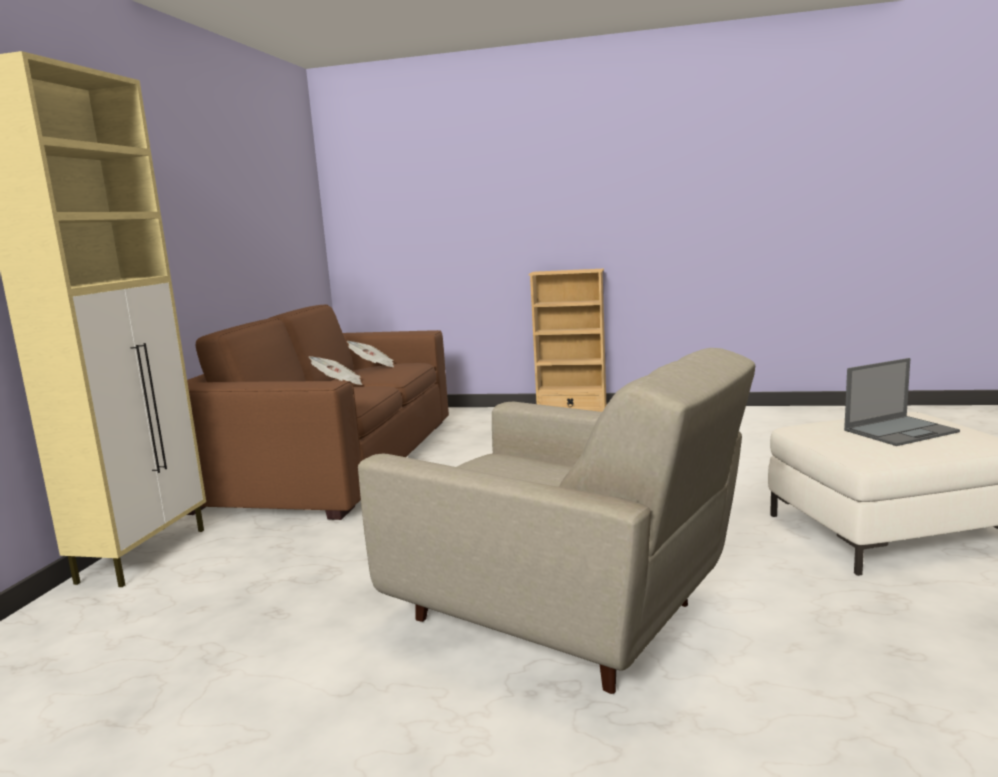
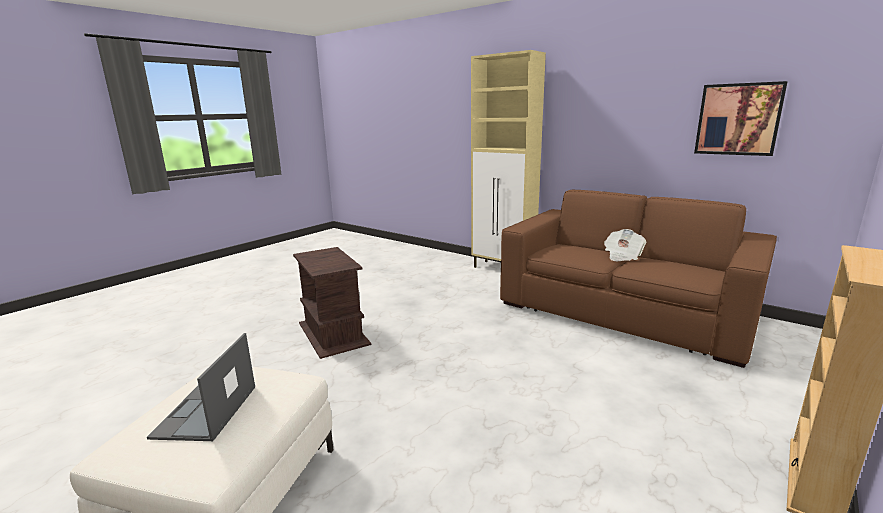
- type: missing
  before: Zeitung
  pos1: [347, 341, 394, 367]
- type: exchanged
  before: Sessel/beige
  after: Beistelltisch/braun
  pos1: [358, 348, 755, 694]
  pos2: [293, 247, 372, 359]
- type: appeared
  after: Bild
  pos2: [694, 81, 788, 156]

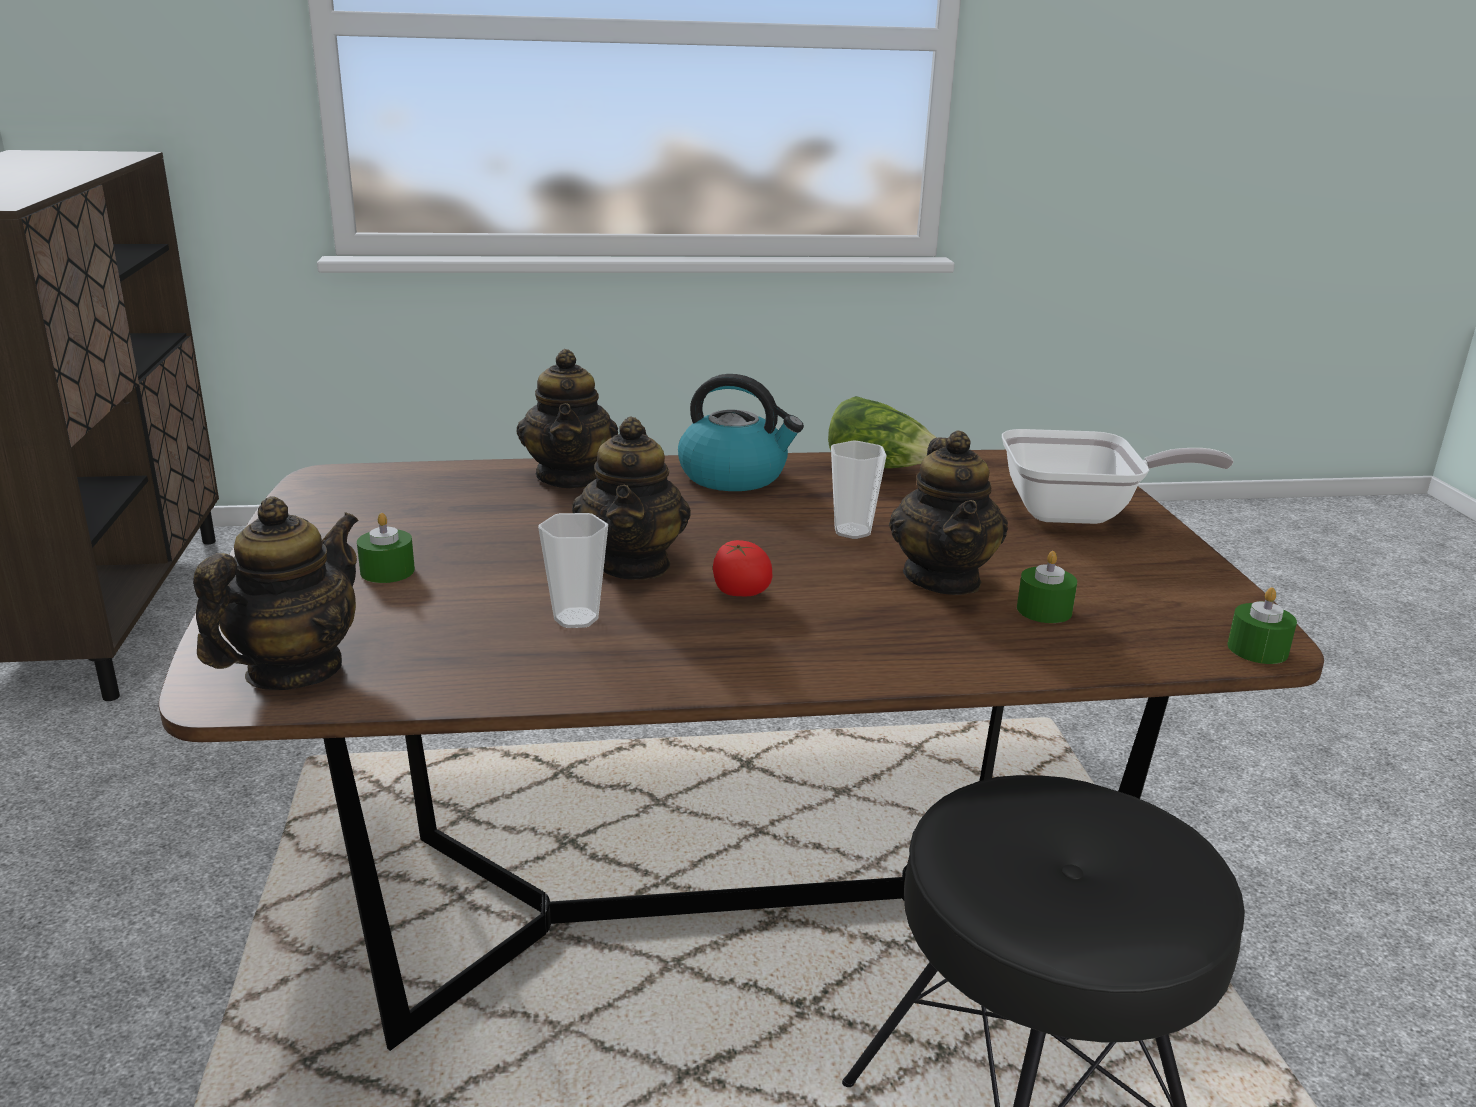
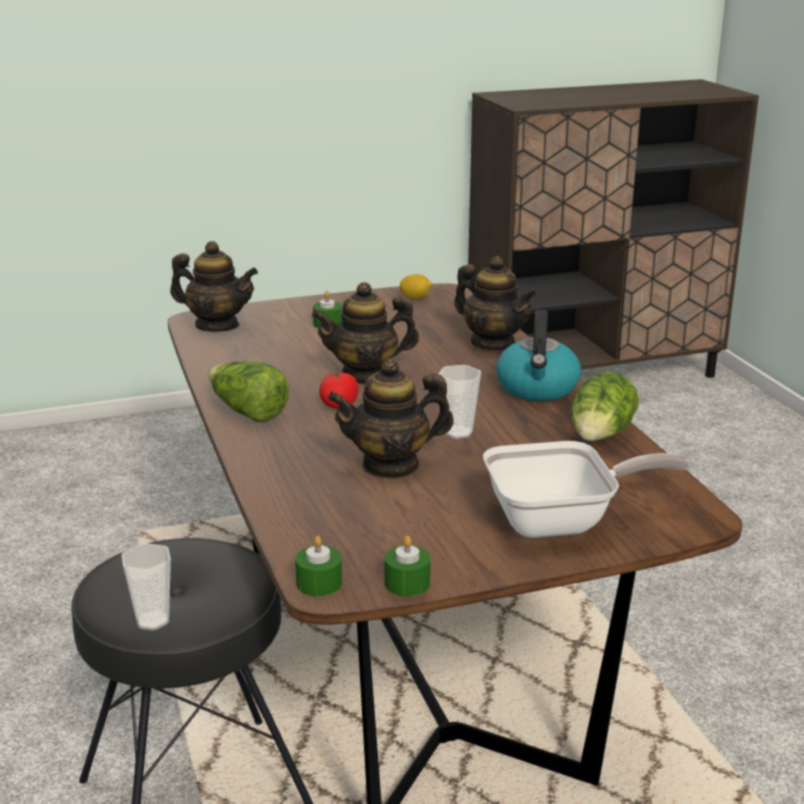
- type: spun
  before: Teekanne
  pos1: [517, 349, 618, 489]
  pos2: [454, 256, 537, 350]
  turn: -120
- type: relocated
  before: Tasse
  pos1: [538, 513, 608, 628]
  pos2: [121, 543, 171, 630]
- type: spun
  before: Pfanne
  pos1: [1002, 429, 1234, 524]
  pos2: [483, 441, 690, 538]
  turn: -90
- type: relocated
  before: Kerze/grün
  pos1: [1017, 551, 1077, 623]
  pos2: [384, 536, 431, 596]
- type: appeared
  after: Salatkopf
  pos2: [208, 361, 289, 422]
- type: appeared
  after: Zitrone
  pos2: [400, 274, 432, 299]

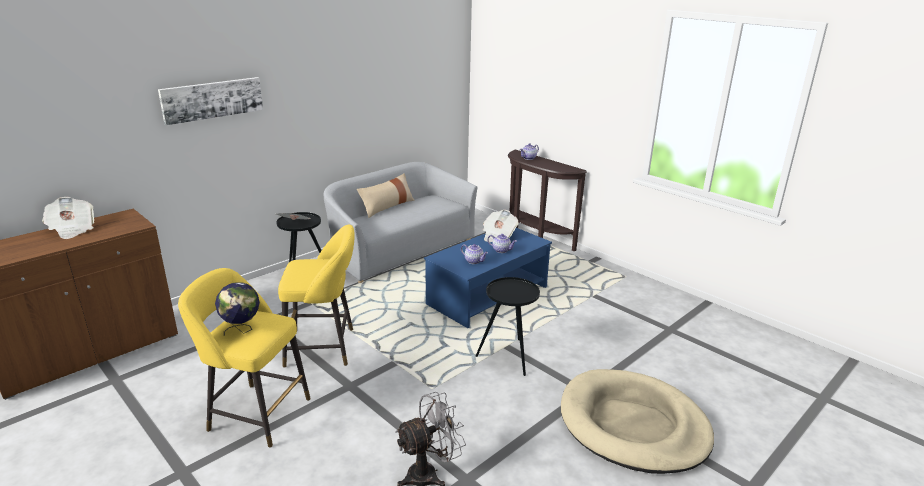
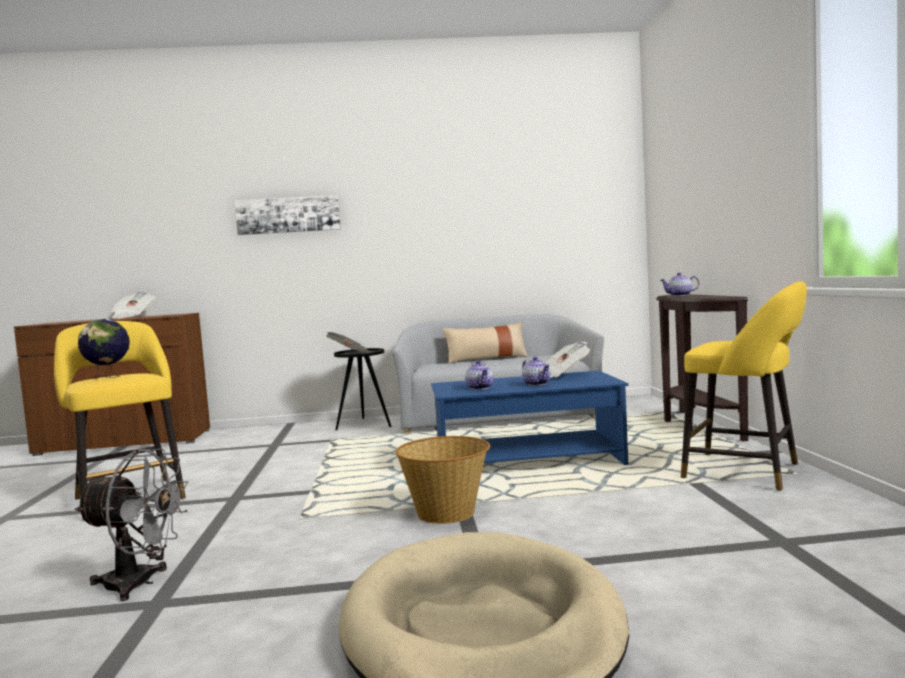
- type: relocated
  before: Hocker/gelb
  pos1: [278, 225, 355, 367]
  pos2: [681, 281, 807, 491]
- type: exchanged
  before: Beistelltisch/schwarz
  after: Korb
  pos1: [476, 277, 540, 376]
  pos2: [395, 436, 490, 524]

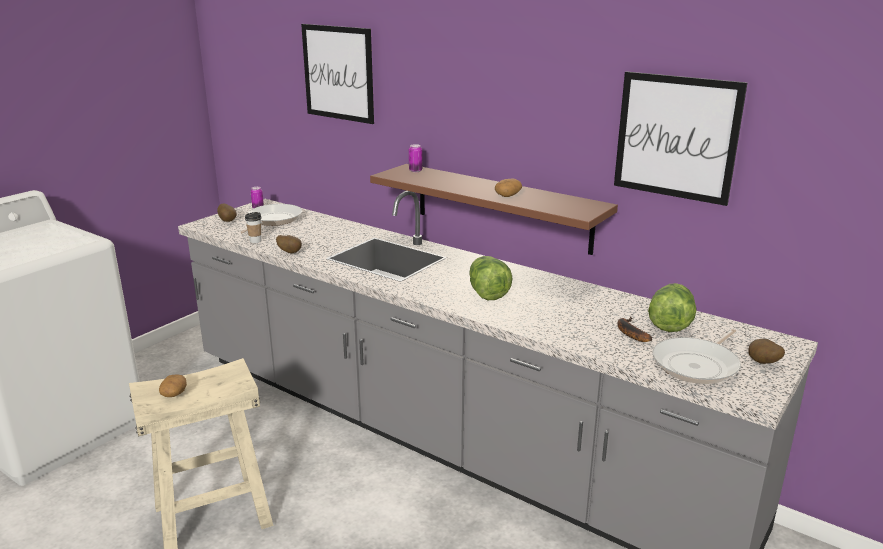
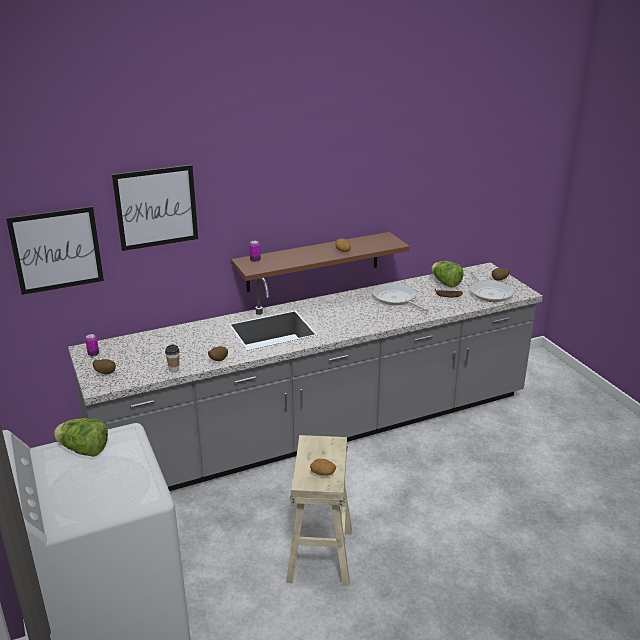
- type: relocated
  before: Pfanne
  pos1: [240, 204, 302, 233]
  pos2: [373, 283, 429, 312]
- type: relocated
  before: Salatkopf
  pos1: [469, 256, 512, 300]
  pos2: [54, 418, 108, 457]
- type: relocated
  before: Bild
  pos1: [614, 71, 748, 206]
  pos2: [6, 206, 104, 295]

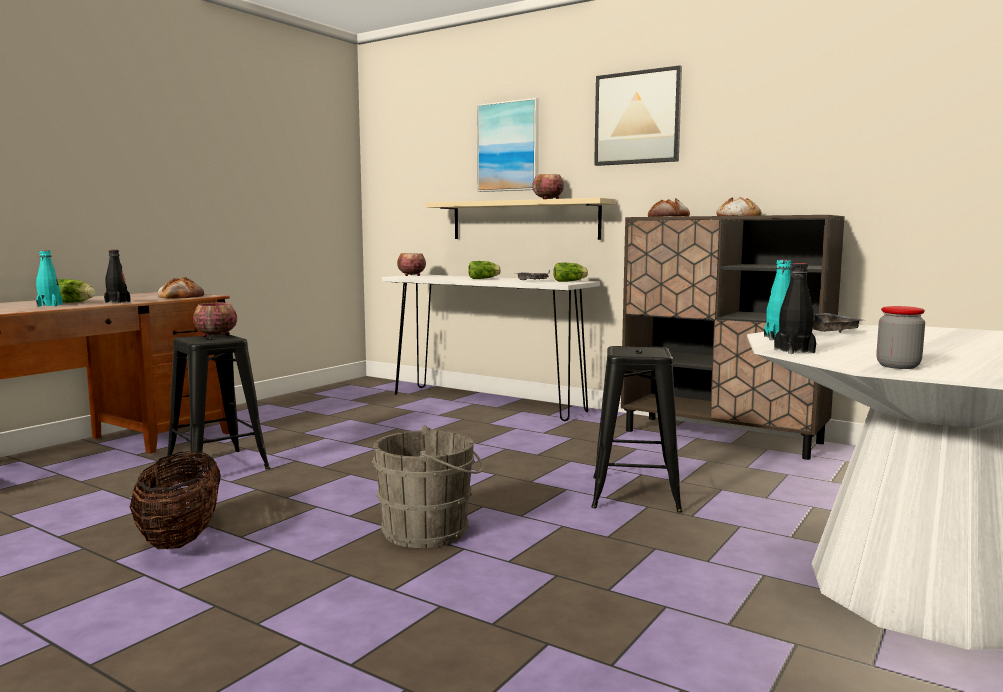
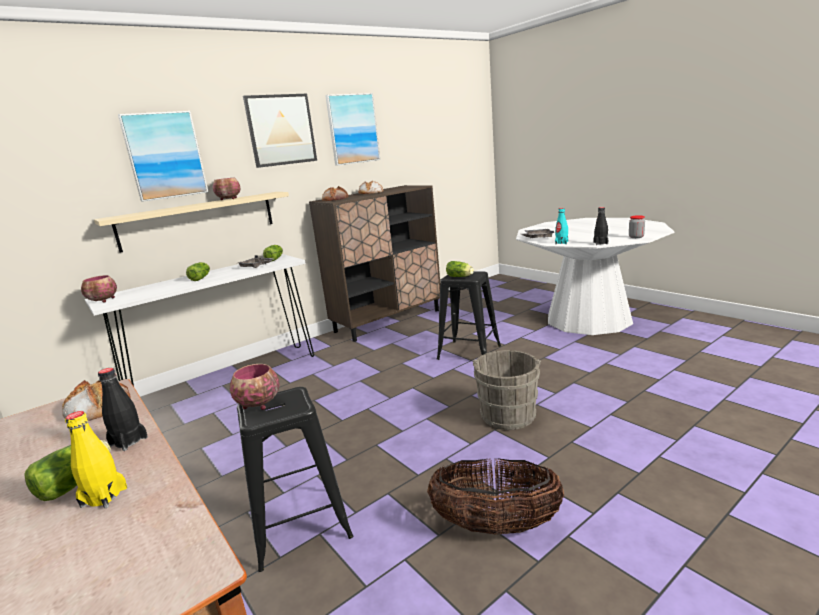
- type: colour
  before: Flasche/türkis
  after: Flasche/gelb
  pos1: [36, 251, 63, 307]
  pos2: [65, 411, 127, 508]
- type: appeared
  after: Bild
  pos2: [325, 93, 380, 166]
- type: appeared
  after: Salatkopf
  pos2: [446, 261, 474, 277]

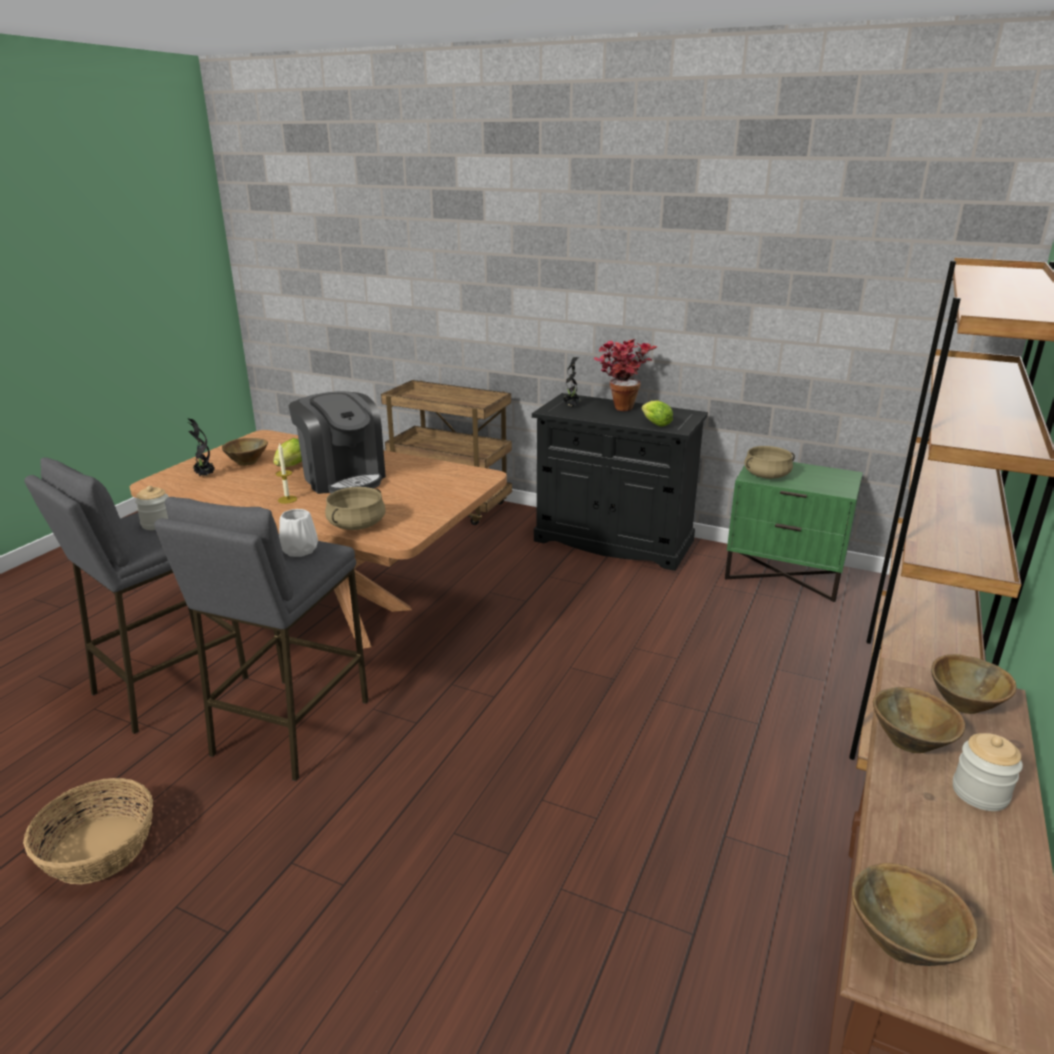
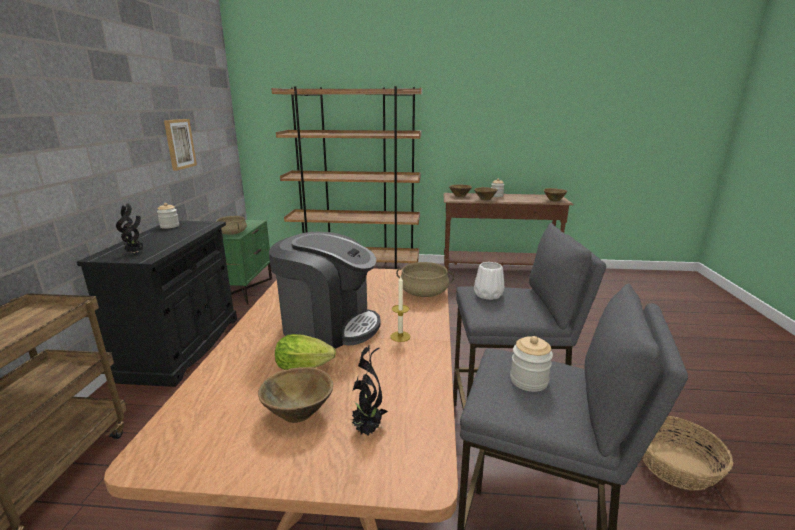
- type: spun
  before: Kaffeemaschine
  pos1: [288, 391, 386, 494]
  pos2: [269, 232, 381, 349]
  turn: 75
- type: missing
  before: Topfpflanze
  pos1: [593, 339, 657, 411]
- type: missing
  before: Salatkopf
  pos1: [642, 400, 673, 427]
- type: appeared
  after: Vorratsglas
  pos2: [157, 203, 179, 229]
- type: appeared
  after: Bild
  pos2: [164, 119, 197, 171]

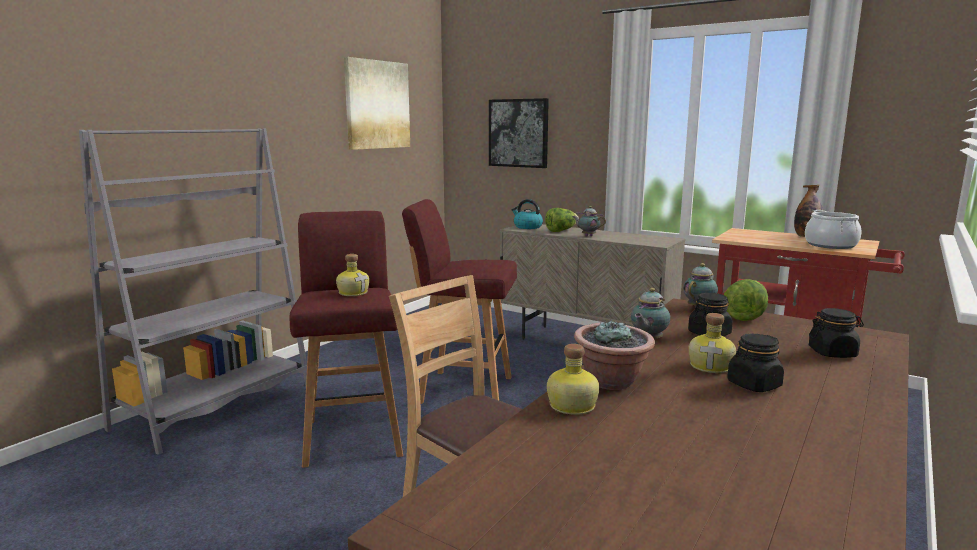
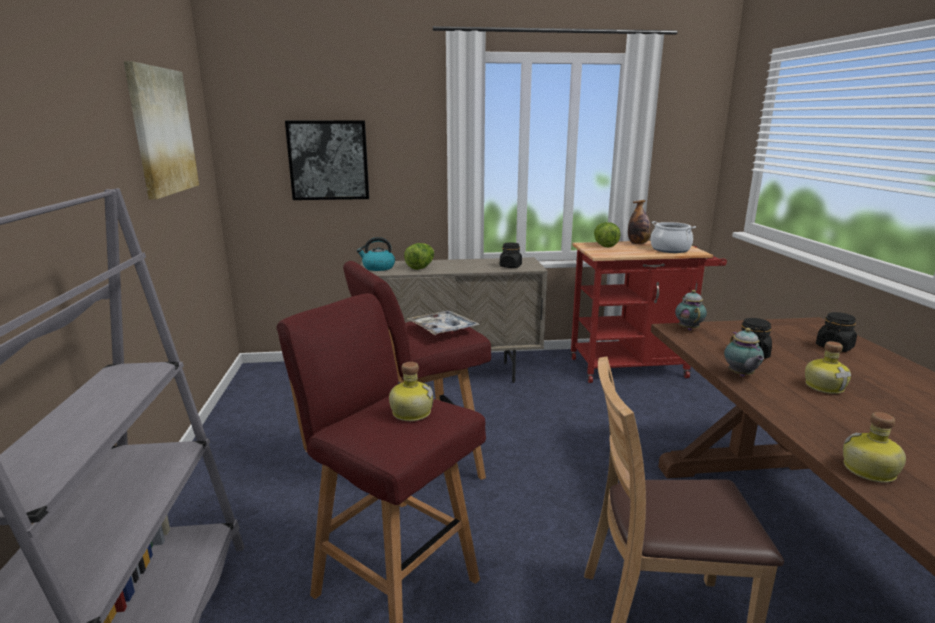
- type: missing
  before: Teekanne
  pos1: [573, 206, 606, 236]
- type: missing
  before: Topfpflanze
  pos1: [574, 319, 655, 390]
- type: relocated
  before: Salatkopf
  pos1: [724, 279, 768, 321]
  pos2: [594, 222, 621, 247]
- type: relocated
  before: Vorratsglas/schwarz
  pos1: [727, 334, 784, 392]
  pos2: [500, 242, 522, 268]
- type: appeared
  after: Tablett
  pos2: [407, 310, 480, 335]

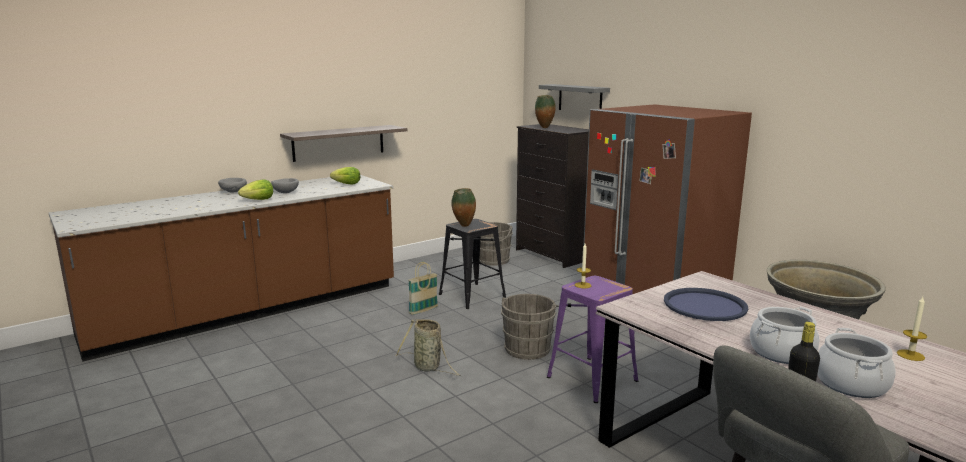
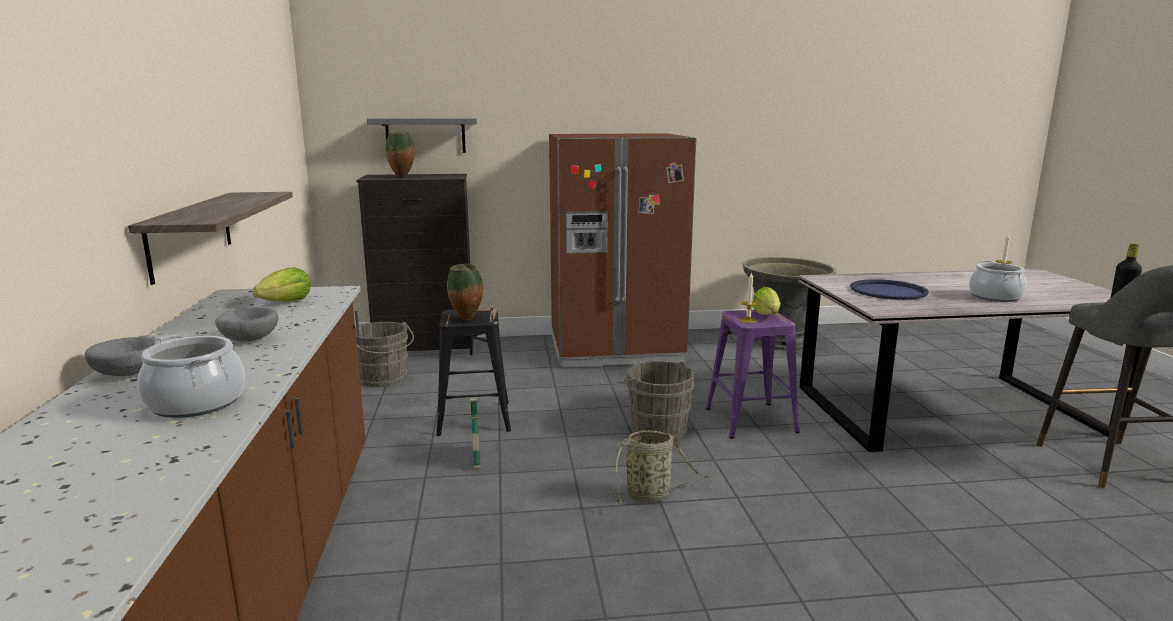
- type: relocated
  before: Salatkopf
  pos1: [238, 179, 273, 200]
  pos2: [752, 287, 781, 315]
- type: relocated
  before: Kochtopf
  pos1: [817, 328, 896, 398]
  pos2: [137, 334, 245, 418]

